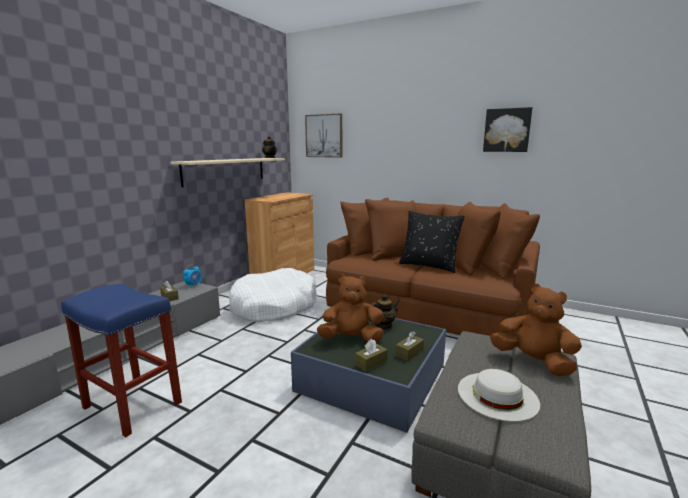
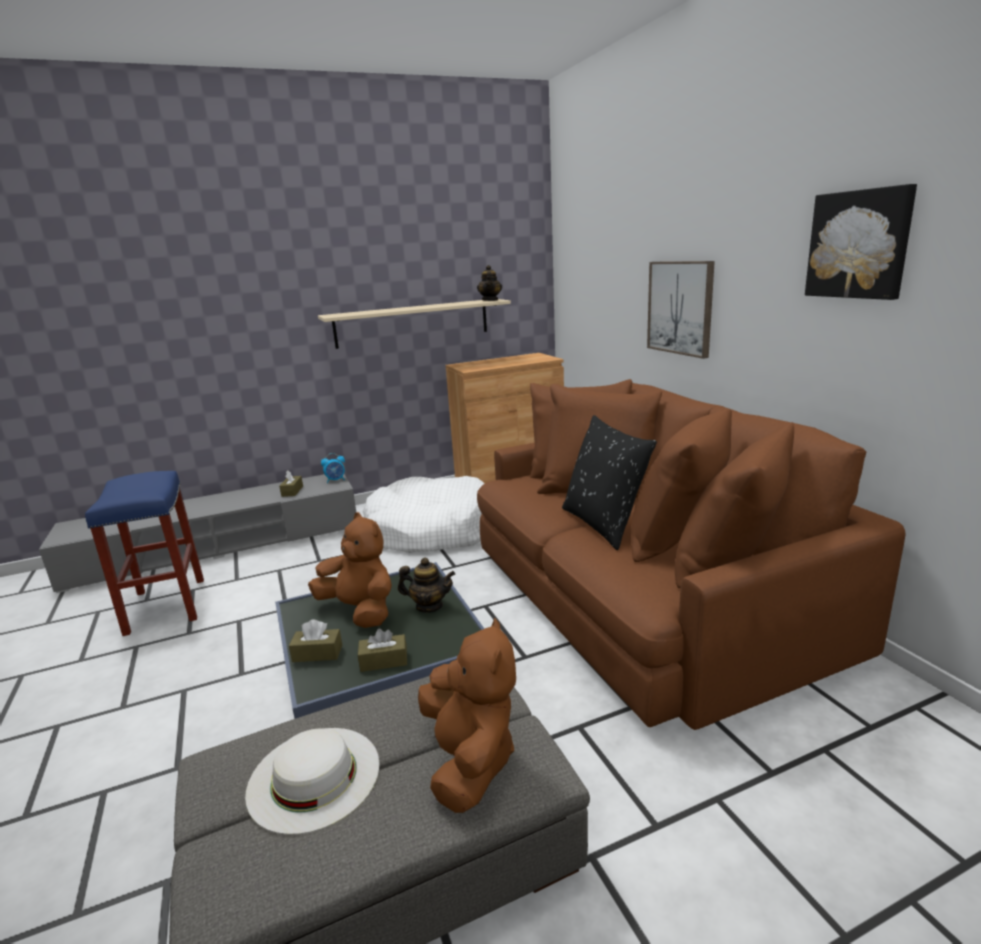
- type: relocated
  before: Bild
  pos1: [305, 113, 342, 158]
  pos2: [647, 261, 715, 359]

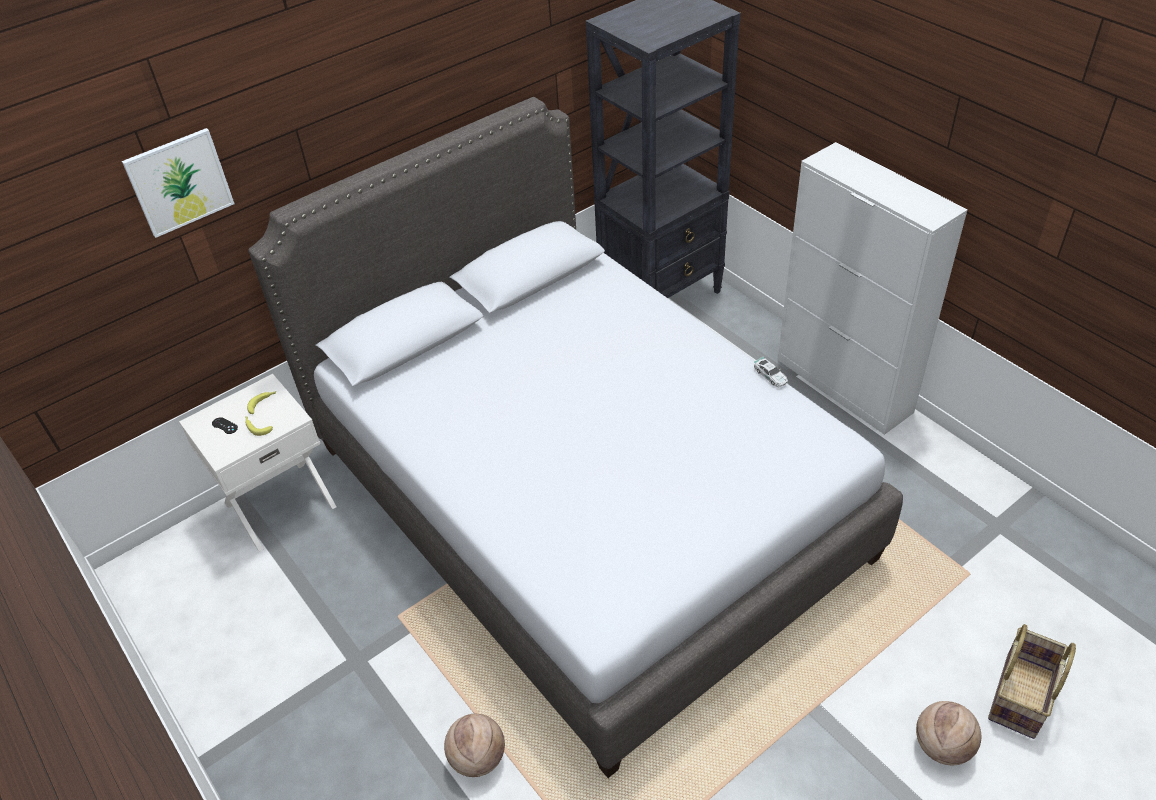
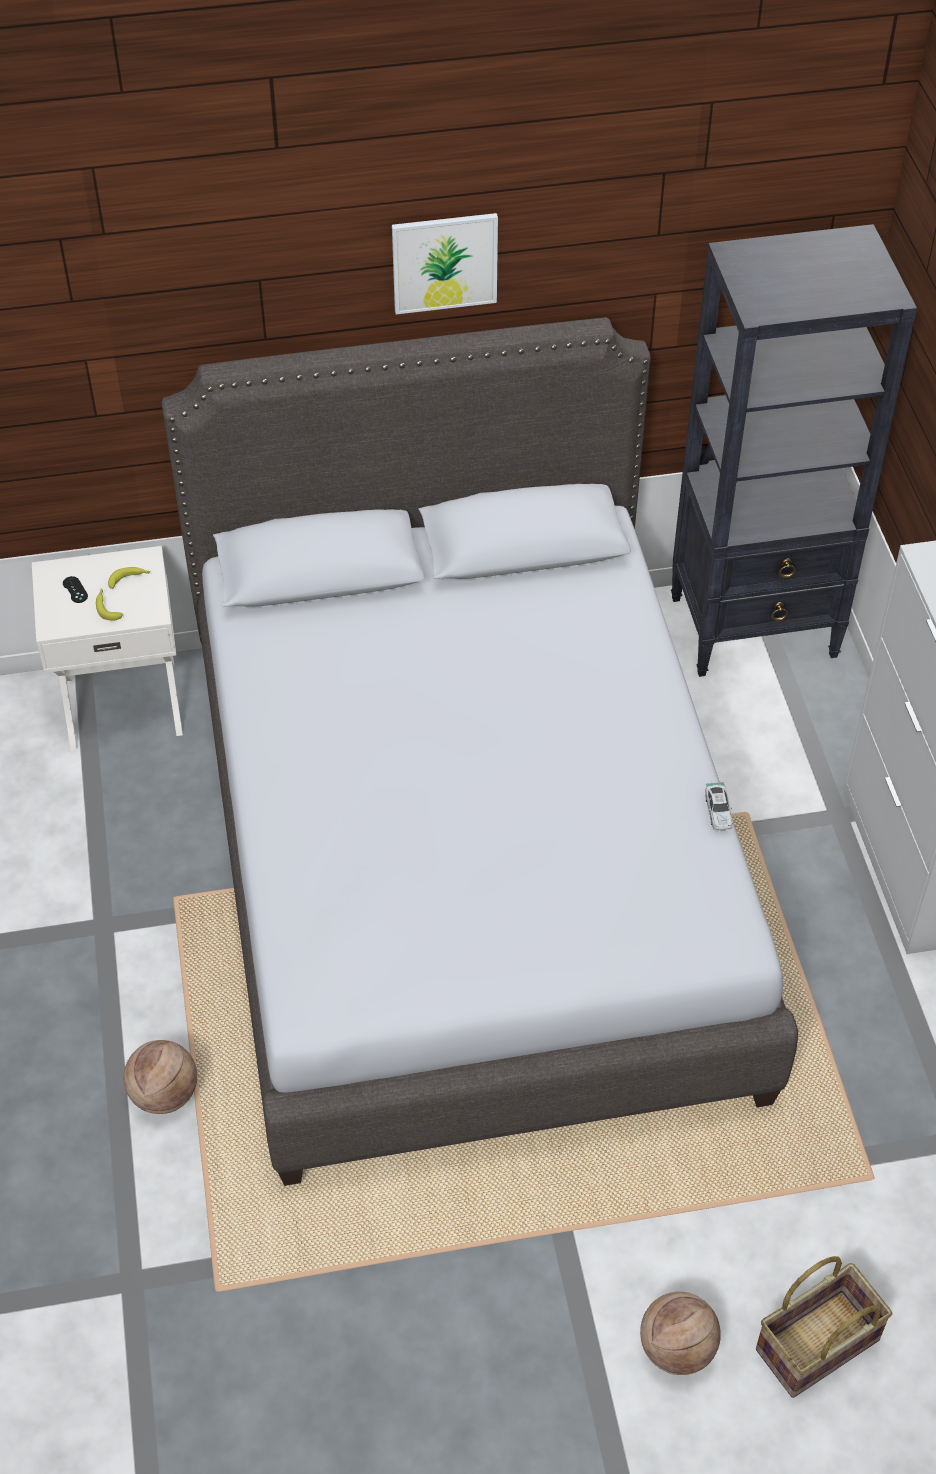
- type: relocated
  before: Bild
  pos1: [122, 128, 234, 238]
  pos2: [392, 213, 498, 314]

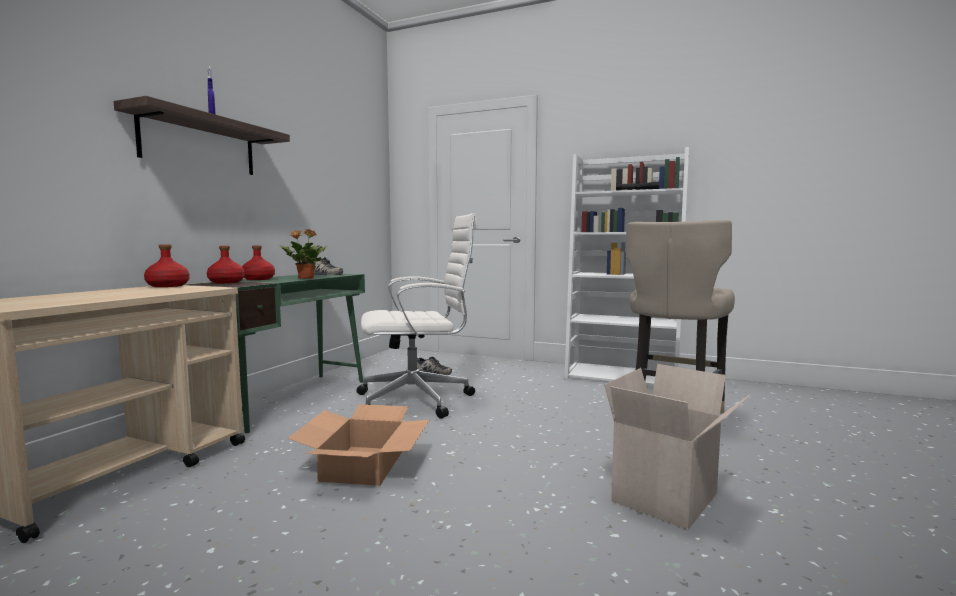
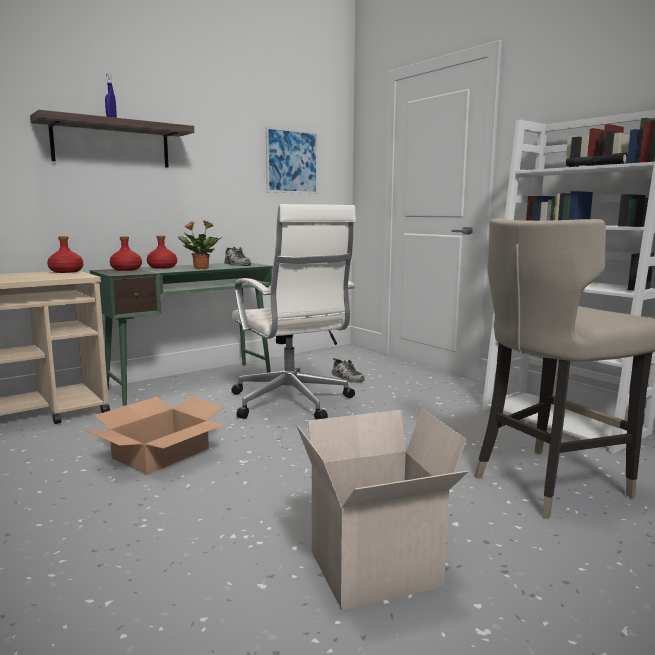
- type: spun
  before: Bürostuhl/weiß
  pos1: [356, 213, 478, 419]
  pos2: [231, 204, 356, 419]
  turn: 45
- type: appeared
  after: Bild
  pos2: [266, 126, 318, 194]

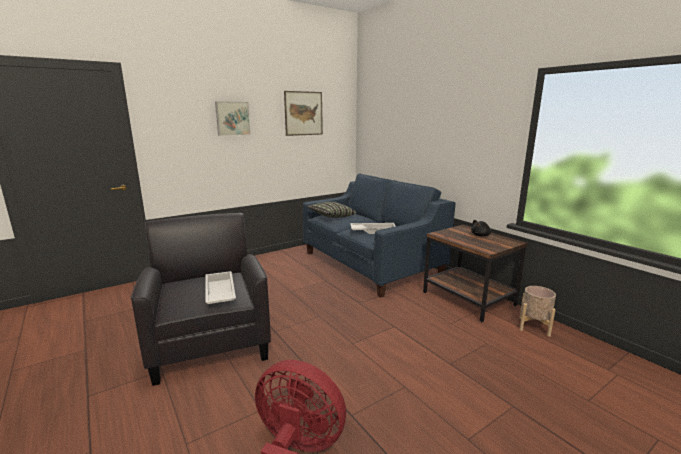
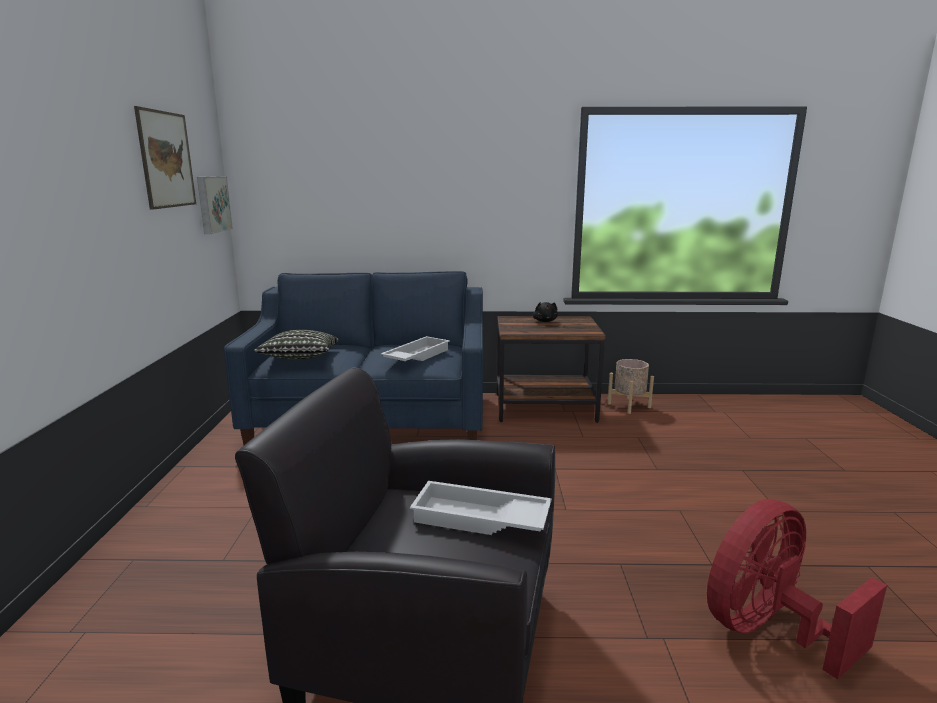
- type: relocated
  before: Bild
  pos1: [215, 101, 251, 136]
  pos2: [197, 176, 233, 234]

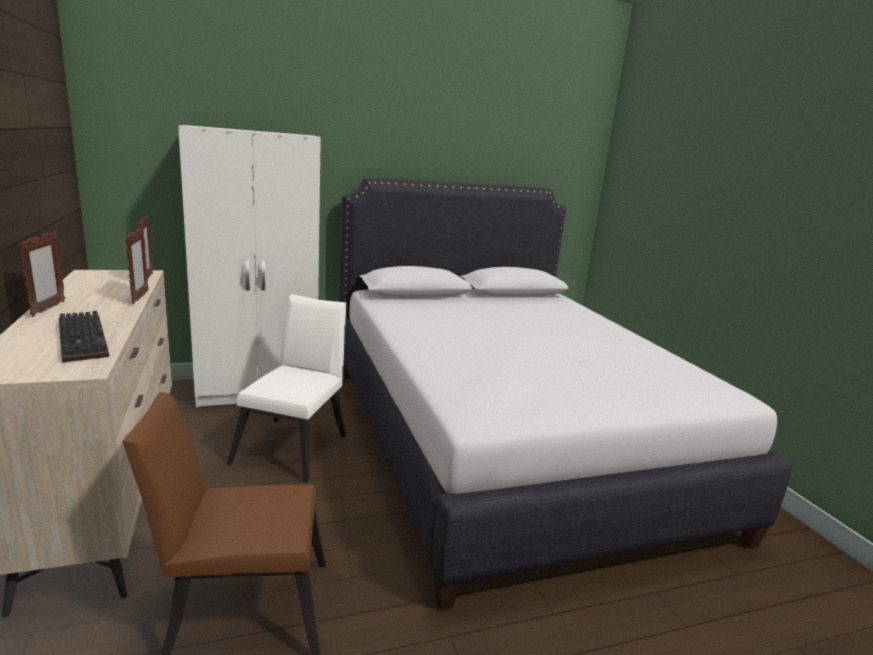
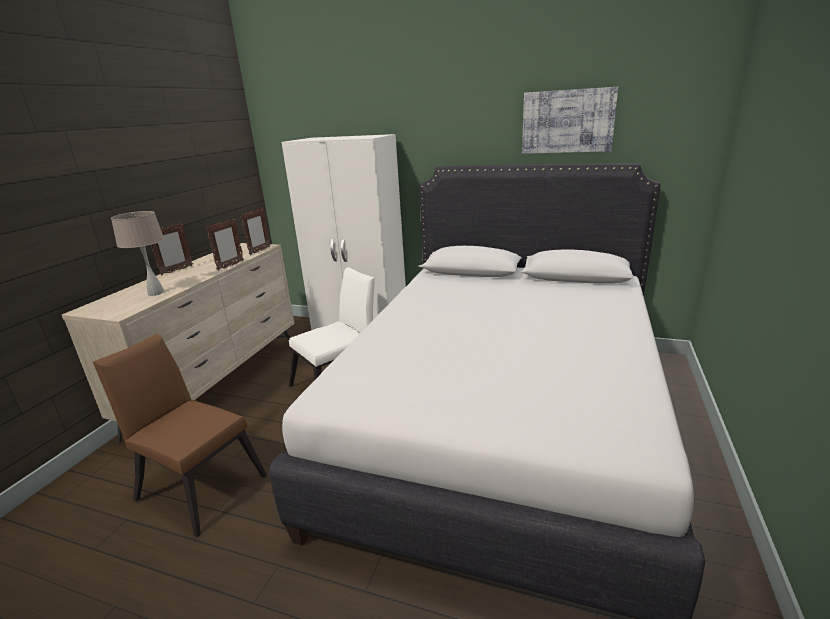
- type: exchanged
  before: Tastatur
  after: Tischlampe/beige
  pos1: [59, 310, 109, 362]
  pos2: [111, 211, 164, 296]
- type: appeared
  after: Bild
  pos2: [522, 87, 618, 154]

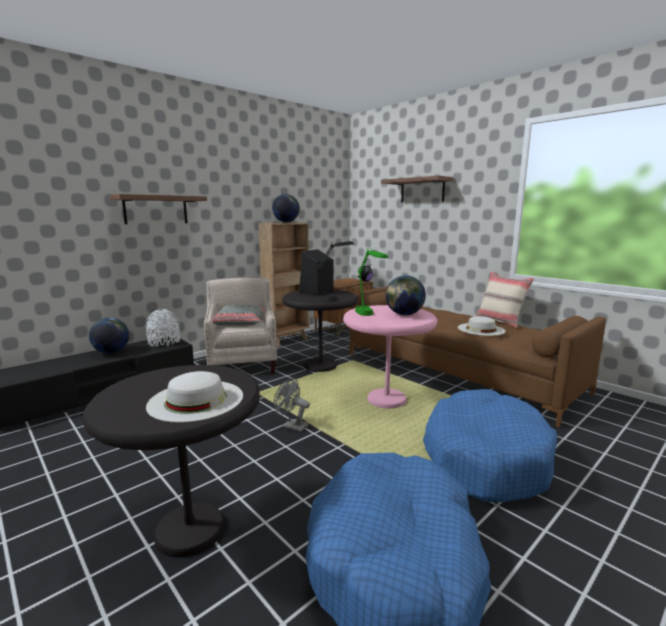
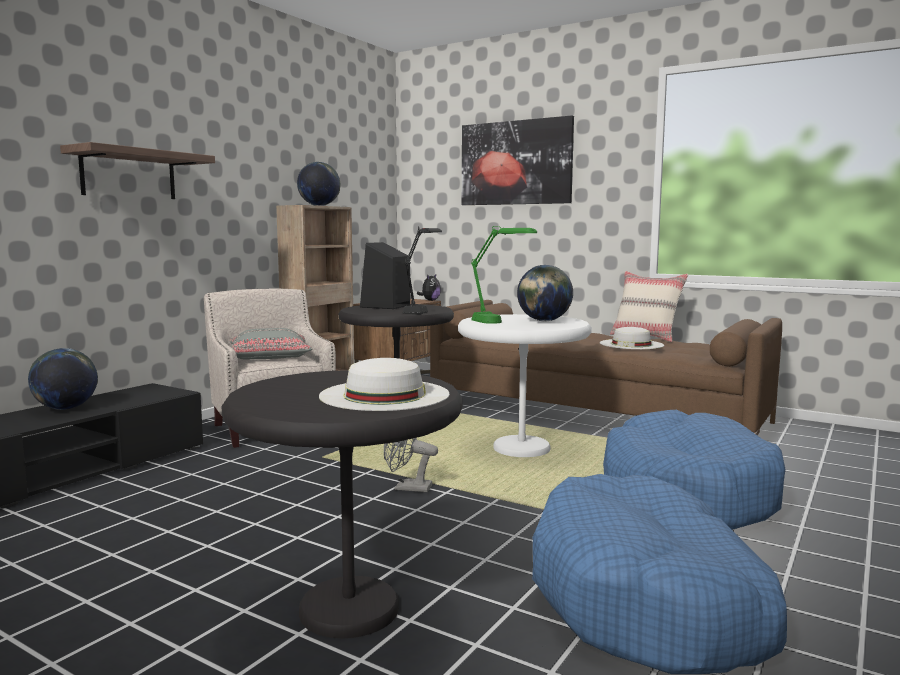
- type: missing
  before: Vase/weiß
  pos1: [145, 309, 180, 347]
- type: colour
  before: Beistelltisch/rosa
  after: Beistelltisch/weiß
  pos1: [343, 305, 437, 408]
  pos2: [458, 314, 592, 457]
- type: exchanged
  before: Wandregal
  after: Bild
  pos1: [381, 176, 453, 203]
  pos2: [462, 115, 574, 205]

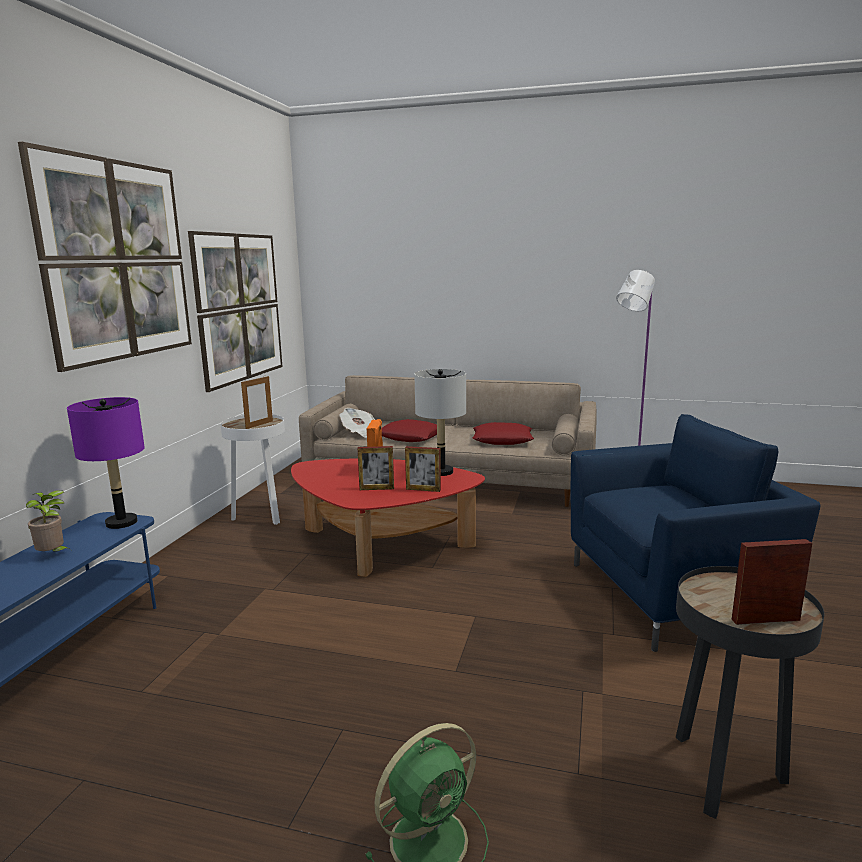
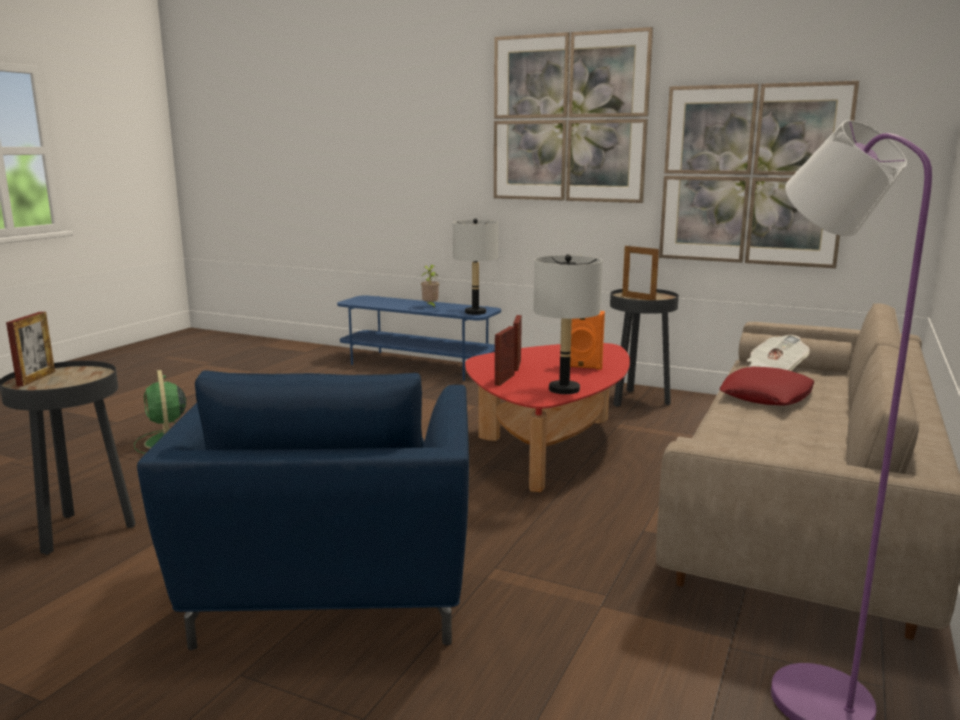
- type: colour
  before: Tischlampe/lila
  after: Tischlampe/grau
  pos1: [67, 397, 145, 529]
  pos2: [453, 218, 498, 315]
- type: colour
  before: Beistelltisch/weiß
  after: Beistelltisch/schwarz
  pos1: [221, 414, 285, 525]
  pos2: [610, 289, 679, 407]
- type: missing
  before: Kissen/rot
  pos1: [472, 422, 534, 445]

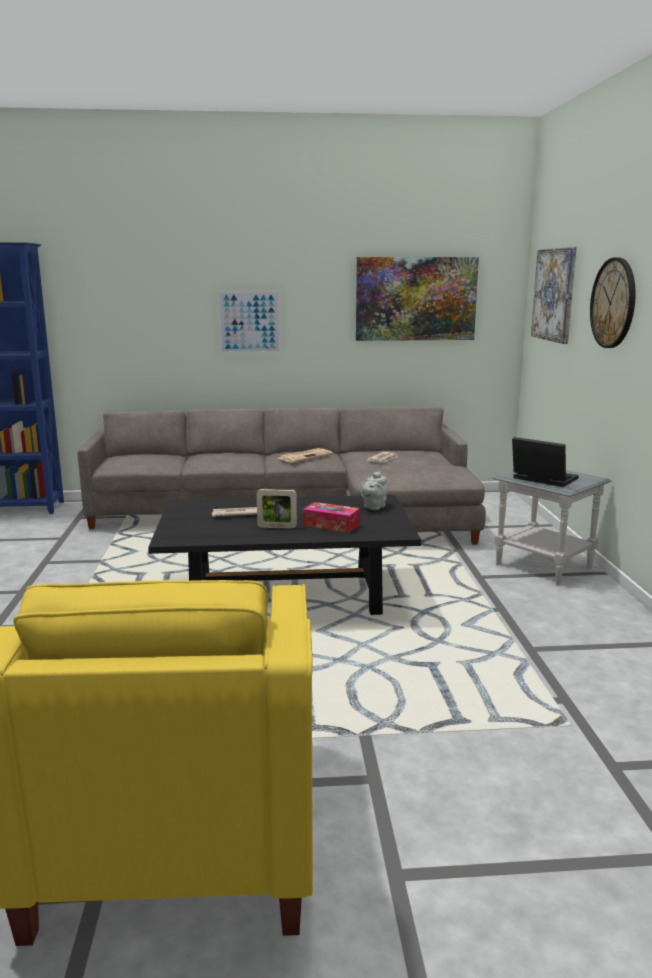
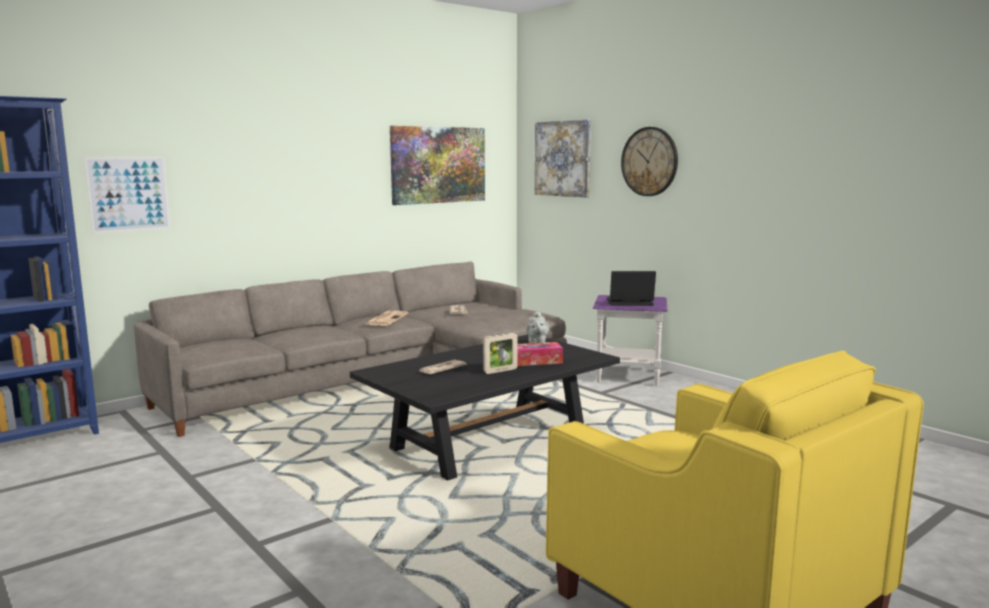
- type: relocated
  before: Bild
  pos1: [218, 291, 281, 354]
  pos2: [84, 157, 171, 234]
- type: colour
  before: Beistelltisch/grau
  after: Beistelltisch/lila
  pos1: [492, 470, 611, 585]
  pos2: [593, 295, 667, 386]

